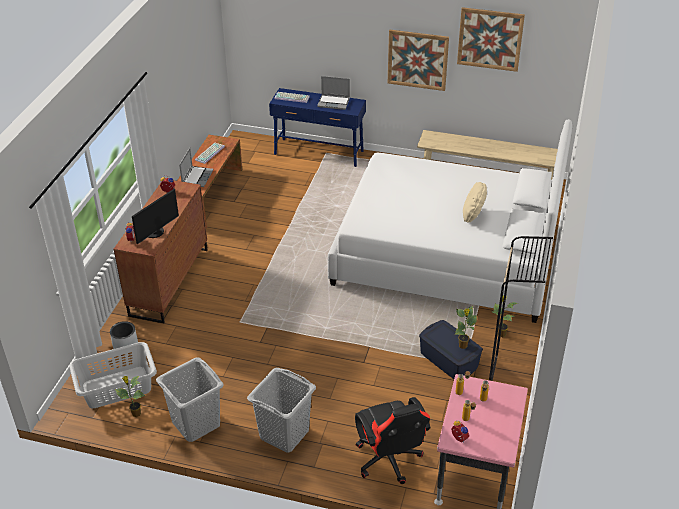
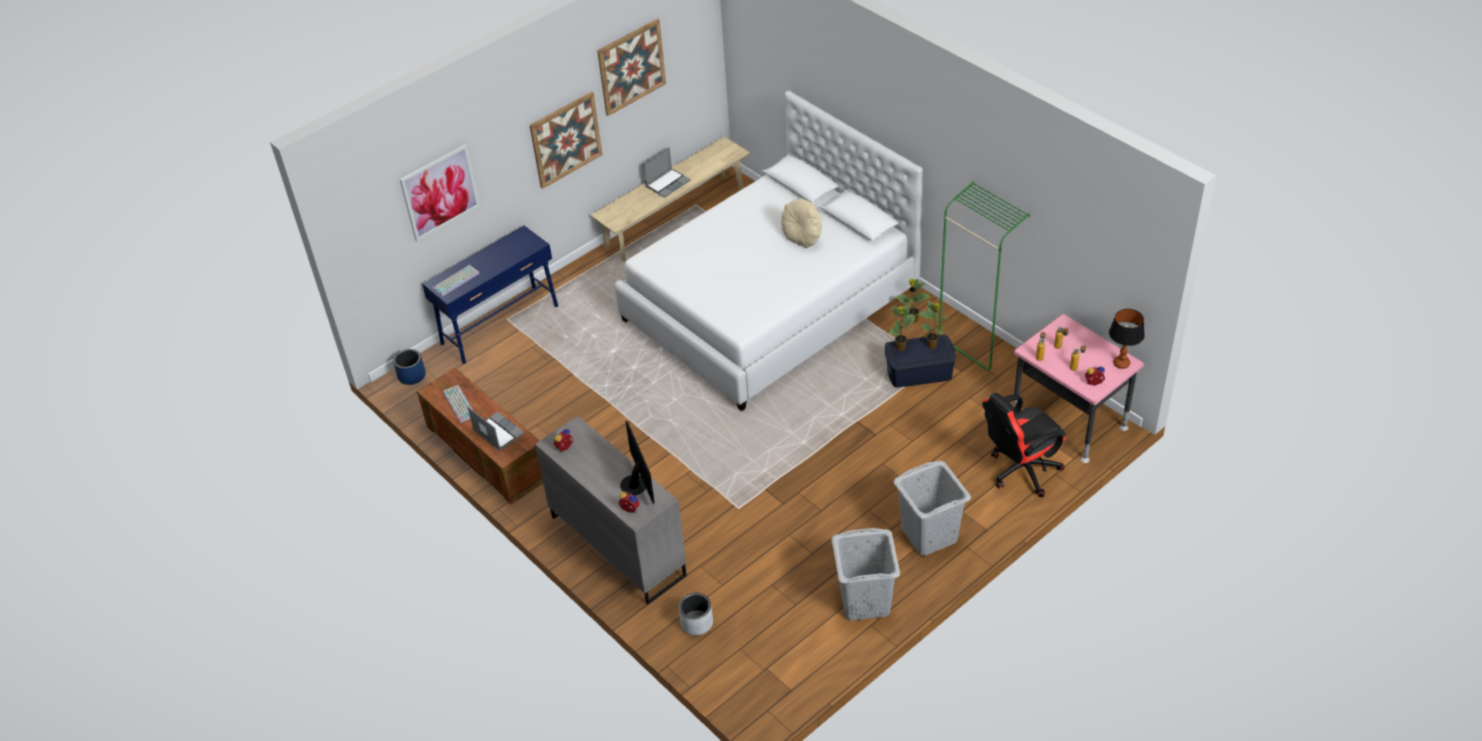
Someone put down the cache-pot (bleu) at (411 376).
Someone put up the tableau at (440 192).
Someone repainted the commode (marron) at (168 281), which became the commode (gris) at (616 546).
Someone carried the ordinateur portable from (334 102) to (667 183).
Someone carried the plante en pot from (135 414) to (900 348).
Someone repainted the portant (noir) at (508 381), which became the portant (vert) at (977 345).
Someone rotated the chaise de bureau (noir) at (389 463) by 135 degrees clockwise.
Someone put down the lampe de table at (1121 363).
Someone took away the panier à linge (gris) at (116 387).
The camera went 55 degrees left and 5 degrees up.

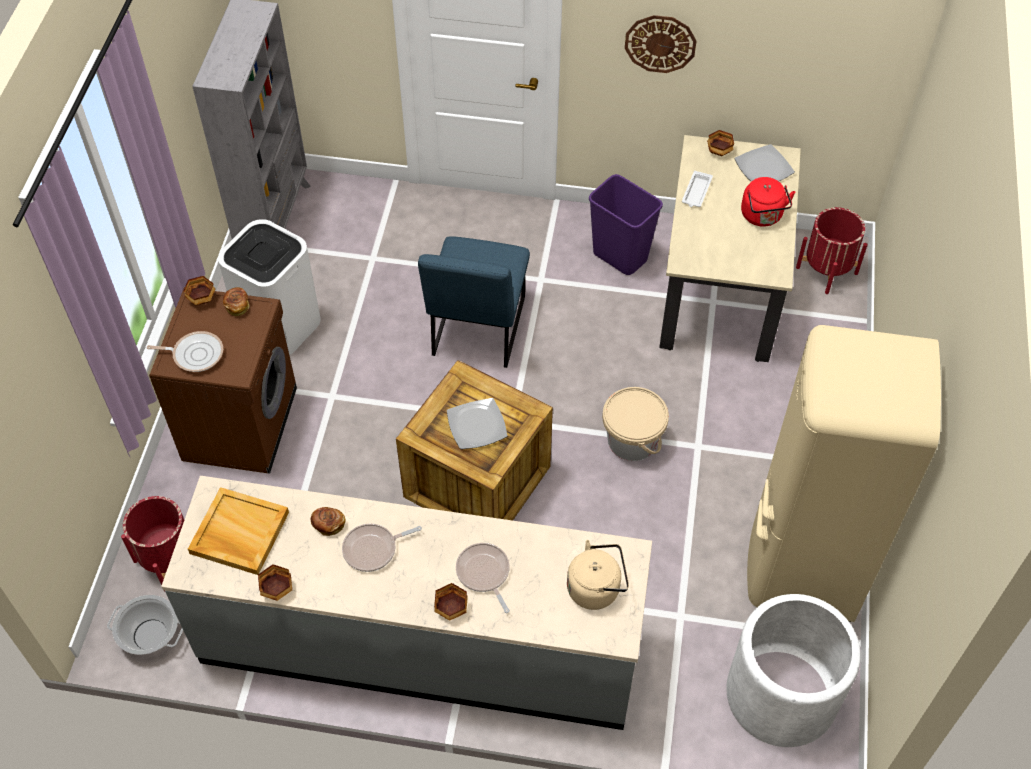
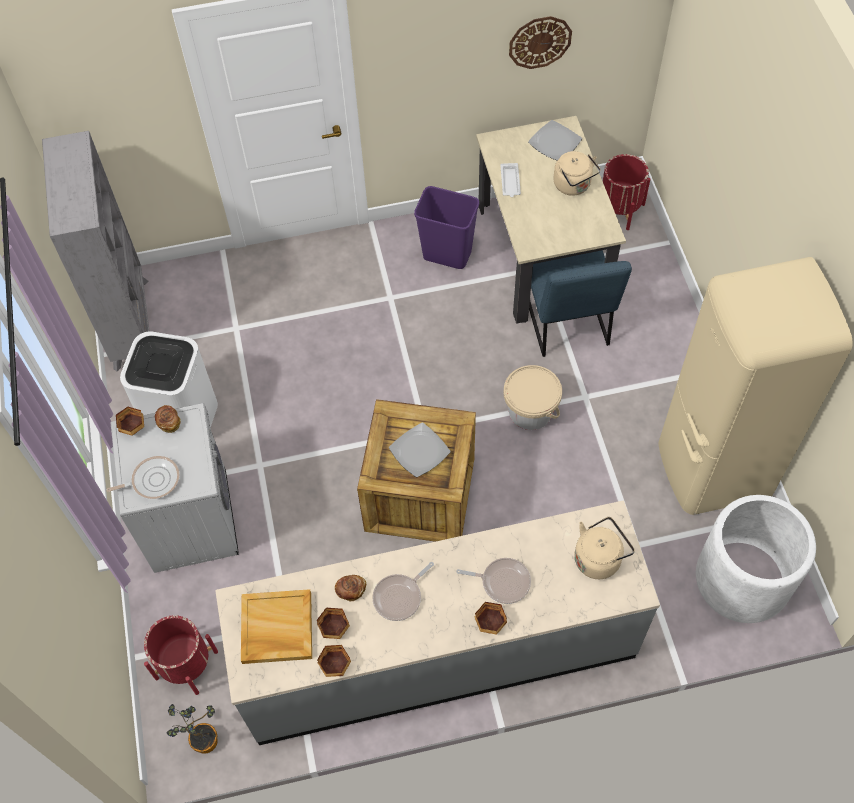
Someone repainted the lave-linge (marron) at (243 424), which became the lave-linge (blanc) at (193 519).
Someone swapped the marmite at (150 635) for the plante en pot at (203 738).
Someone carried the bol from (718 151) to (333 627).
Someone rotated the poêle at (484 573) by 150 degrees clockwise.
Someone carried the horloge murale from (660 43) to (540 42).
Someone carried the chaise (bleu) from (477 328) to (566 320).
Someone repainted the bouilloire (rouge) at (762 216), which became the bouilloire (beige) at (574 186).
The camera went 20 degrees left and 5 degrees up.

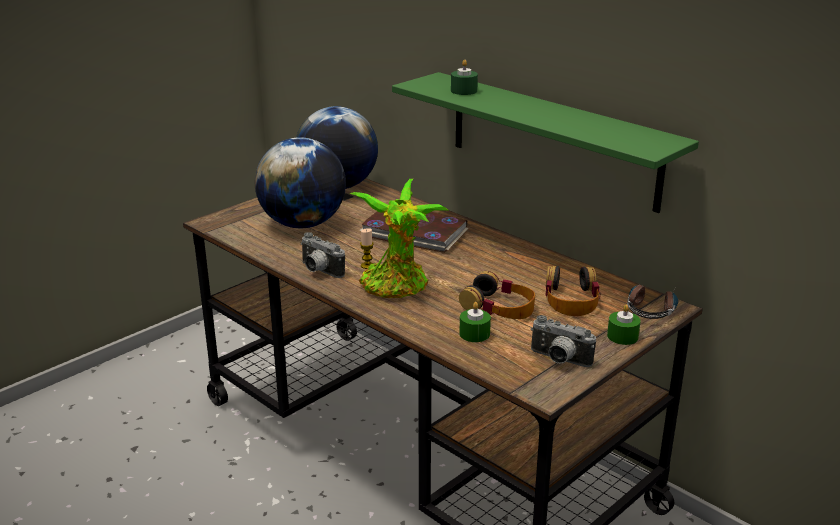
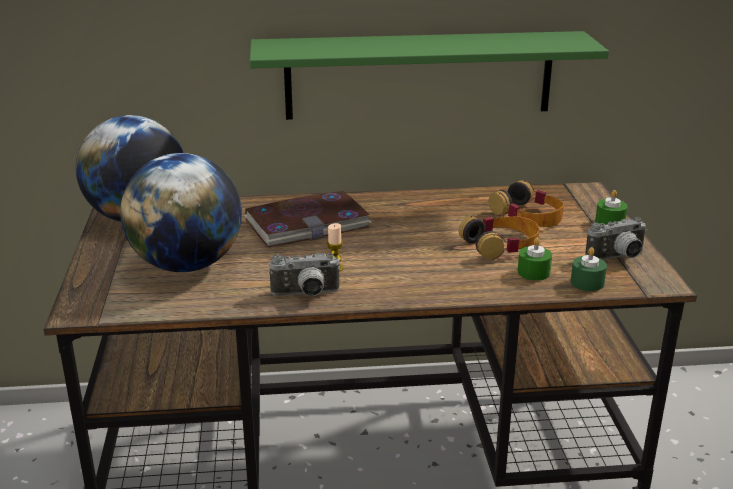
Someone carried the bougie (vert) from (464 91) to (587 282).
Someone took away the plante en pot at (397 287).
Someone took away the casque audio at (651 308).
The camera went 50 degrees left and 0 degrees up.

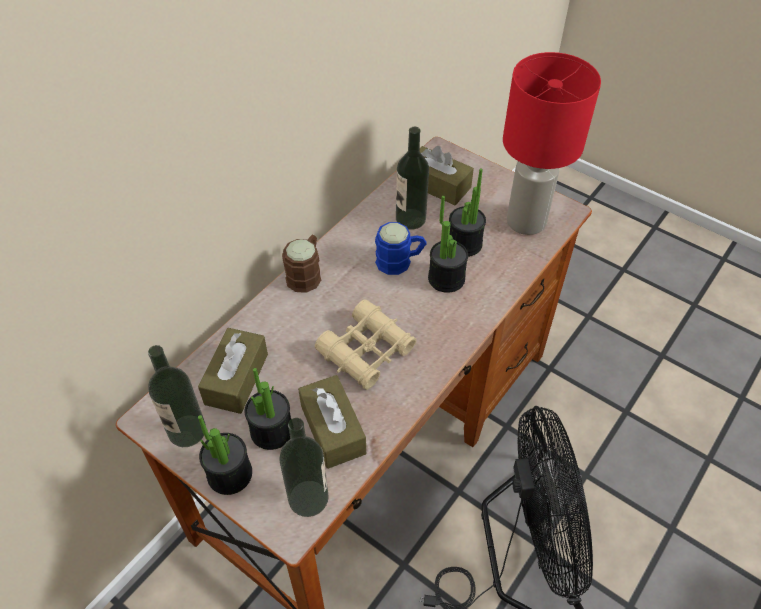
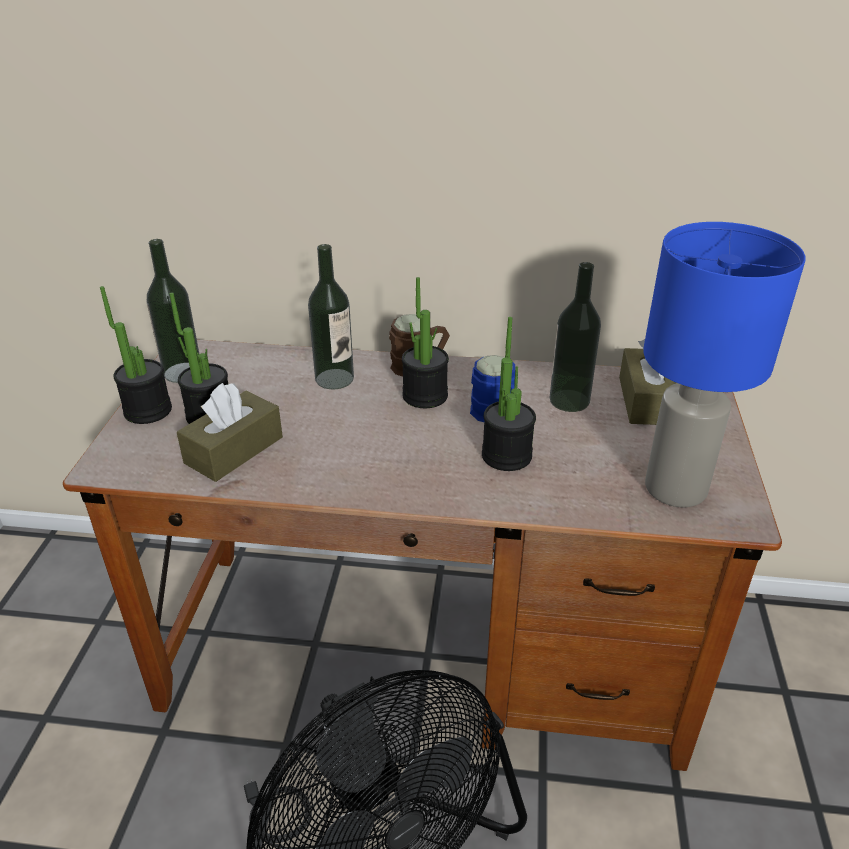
Someone carried the bouteille from (308 498) to (334 379).
Someone carried the plante en pot from (464 244) to (425 396).
Someone repainted the lampe de table (rouge) at (527 221), which became the lampe de table (bleu) at (677 489).
Someone took away the boîte à mouchoirs (marron) at (236 379).
Someone took away the jumelles (beige) at (366 351).
The camera went 60 degrees right and 15 degrees down.

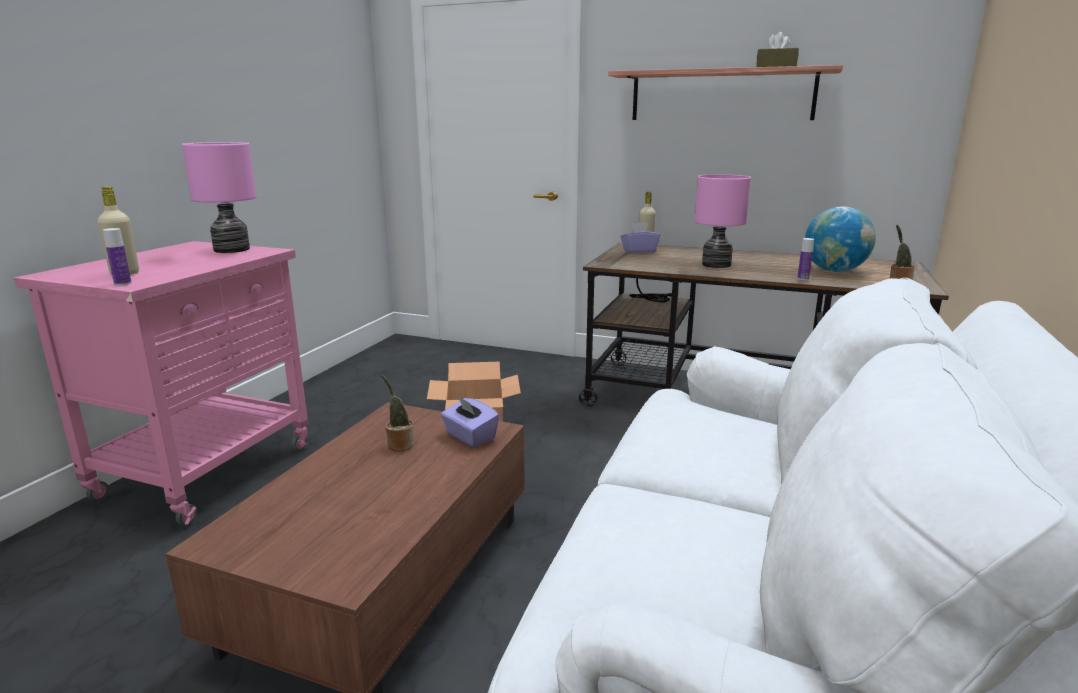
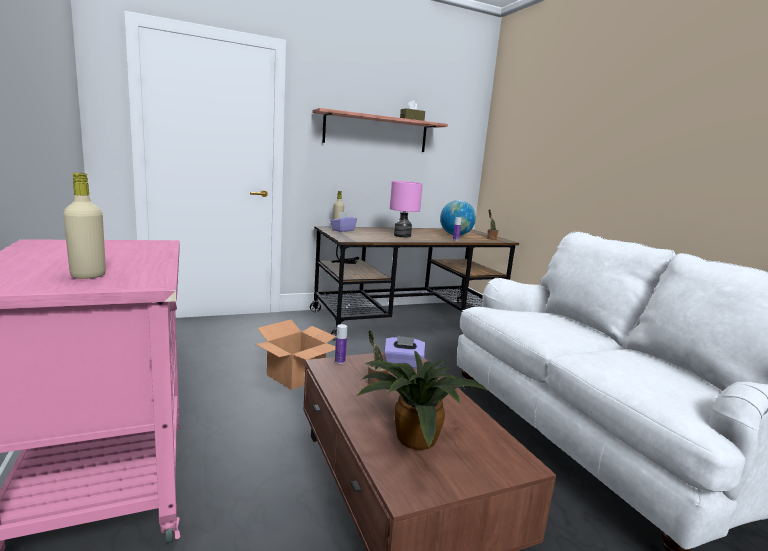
Someone carried the bouteille from (122 283) to (340 361).
Someone put down the plante en pot at (413 436).
Someone took away the lampe de table (rose) at (232 250).
The camera went 45 degrees left and 5 degrees down.

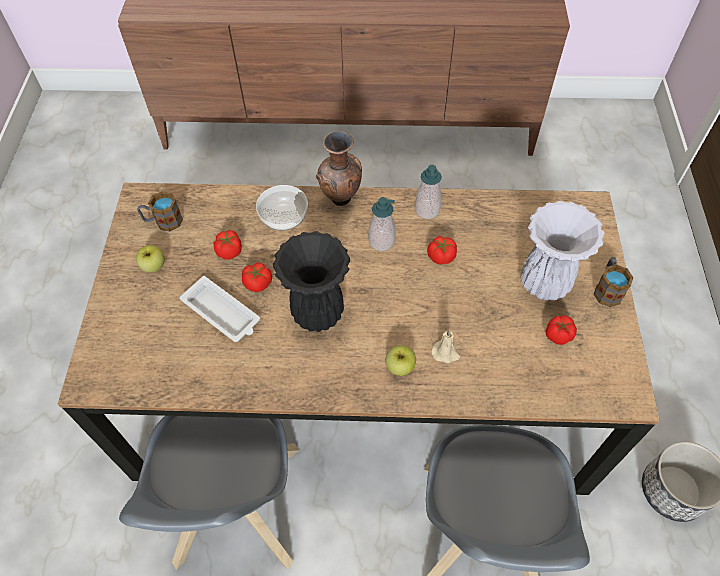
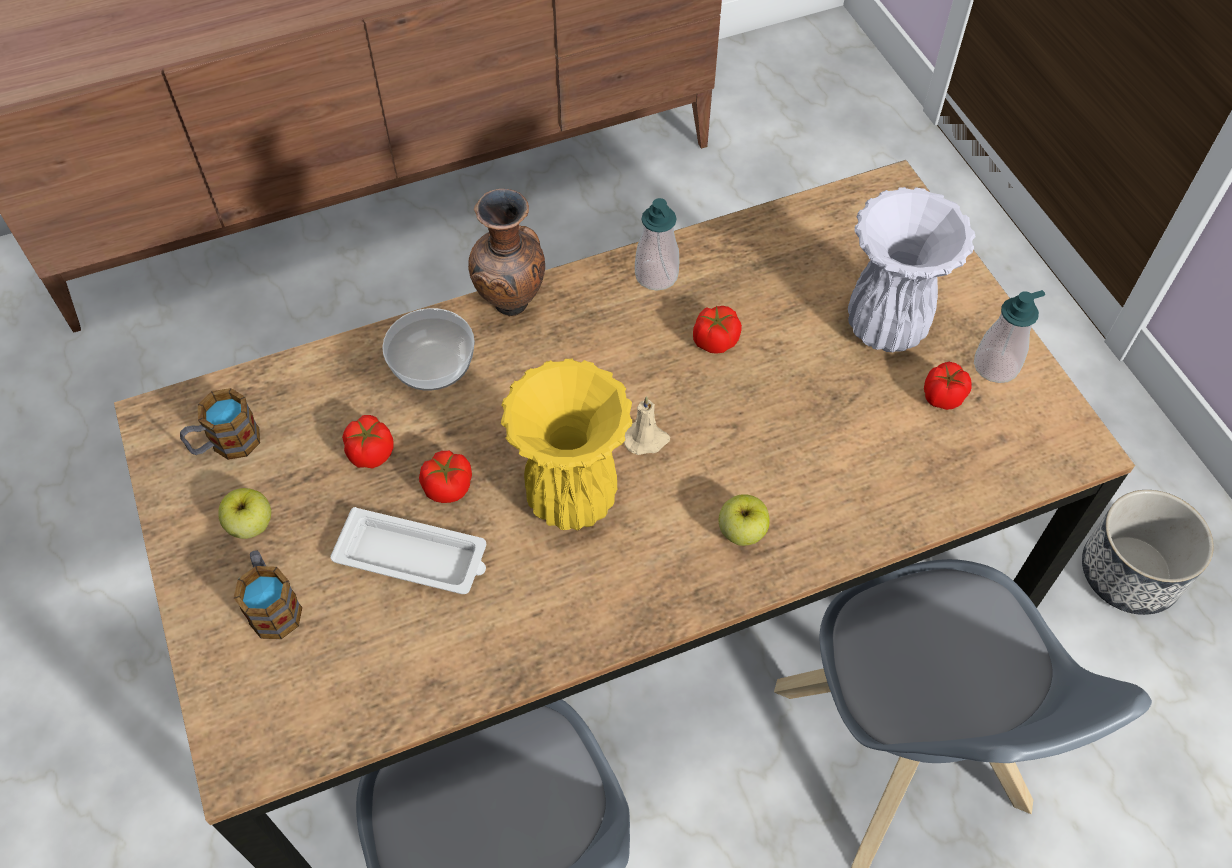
Someone carried the mug from (607 289) to (273 605).
Someone repainted the vase (noir) at (318 312), which became the vase (jaune) at (571 497).
Someone carried the bougie (beige) from (446 353) to (646 439).
Someone carried the distributeur de savon from (381 241) to (995 366).
The camera went 25 degrees left and 0 degrees up.

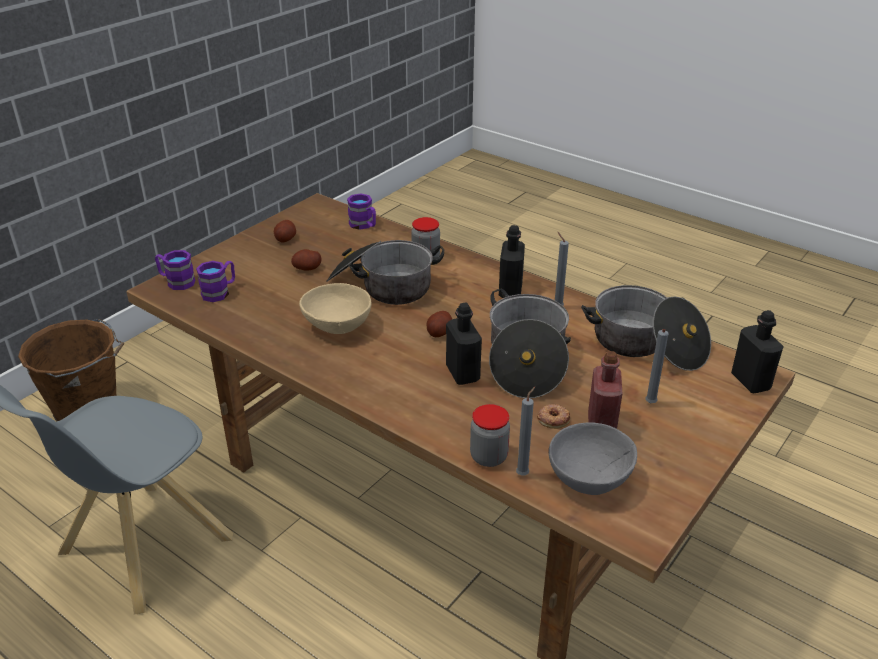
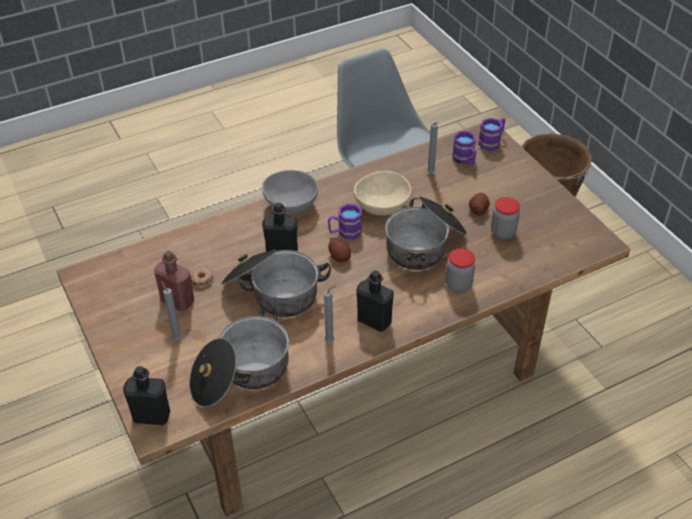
Someone carried the bol (gris) from (590 478) to (291 206).
Someone carried the mug (violet) from (364 225) to (345 232).
Someone carried the bougie (gris) from (523 473) to (431 173).
Someone carried the bocal from (488 457) to (503 232).
Someone took away the pomme de terre at (285 239).
The camera went 115 degrees right and 10 degrees up.

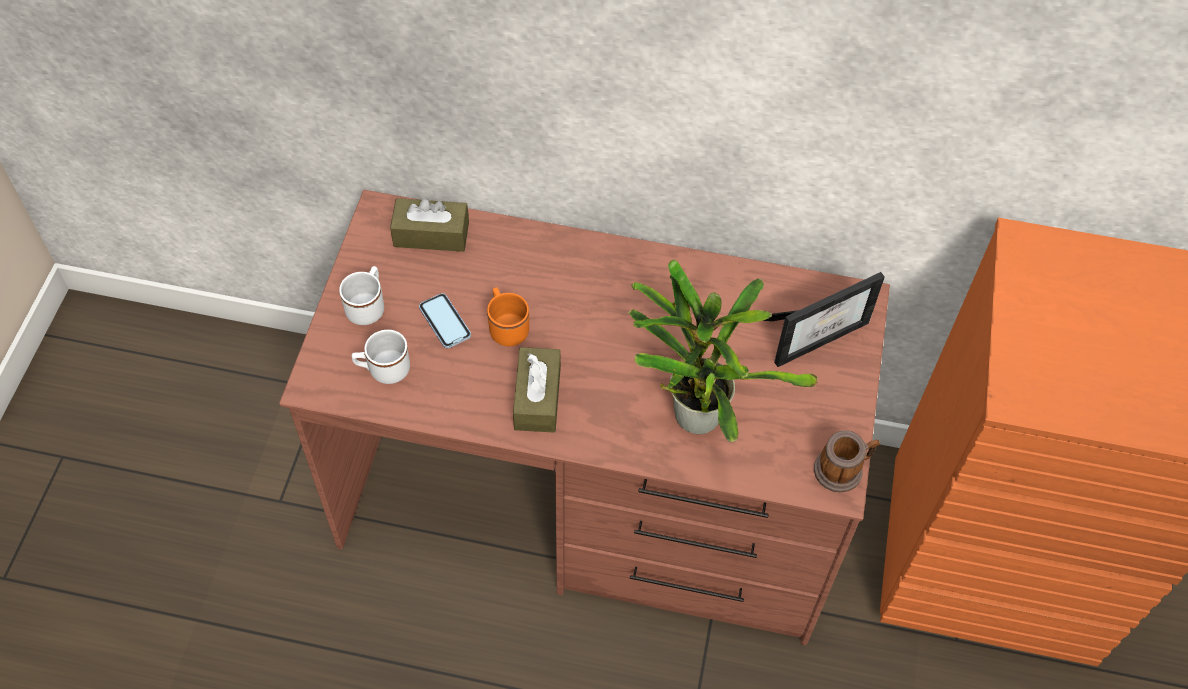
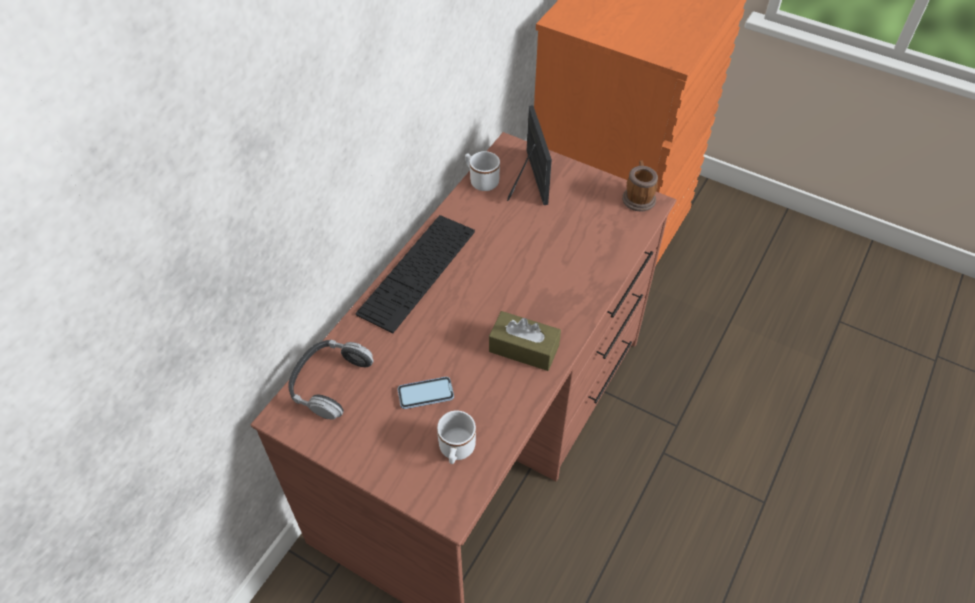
Someone swapped the boîte à mouchoirs (marron) at (431 234) for the casque audio at (329 382).
Someone put down the clavier at (417 271).
Someone carried the mug (blanc) from (368 306) to (481 180).
Someone took away the mug (orange) at (506 327).
Someone took away the plante en pot at (695 410).
The camera went 70 degrees left and 5 degrees down.

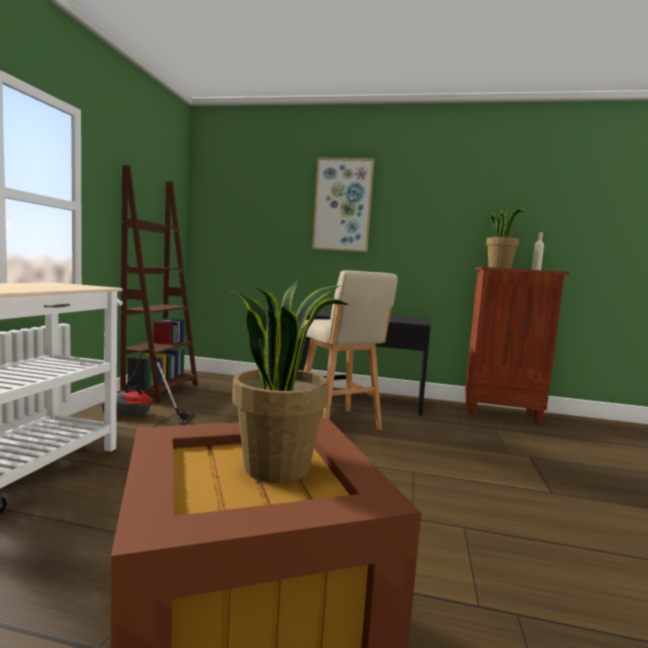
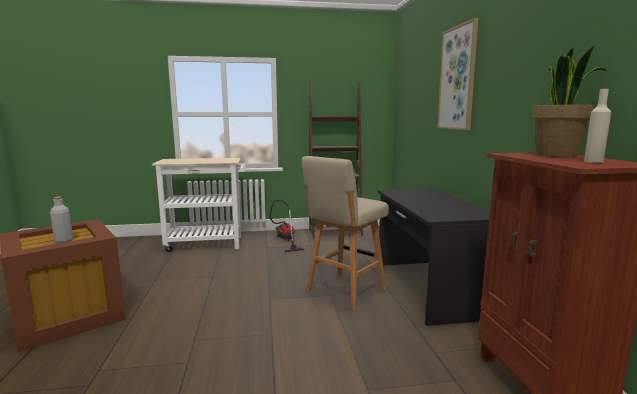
Someone swapped the plante en pot at (277 466) for the bouteille (gris) at (63 241).
The camera went 70 degrees right and 5 degrees up.

